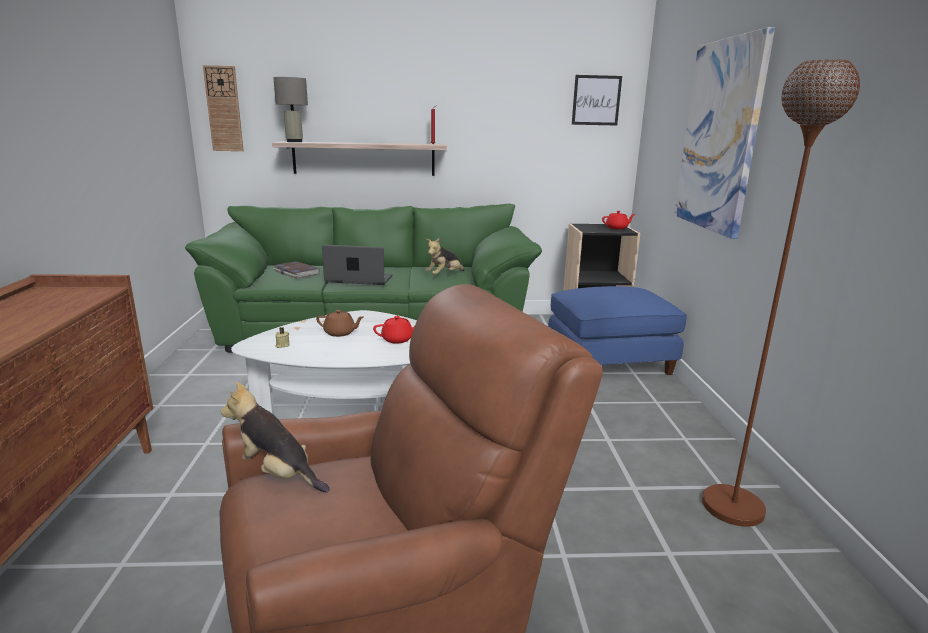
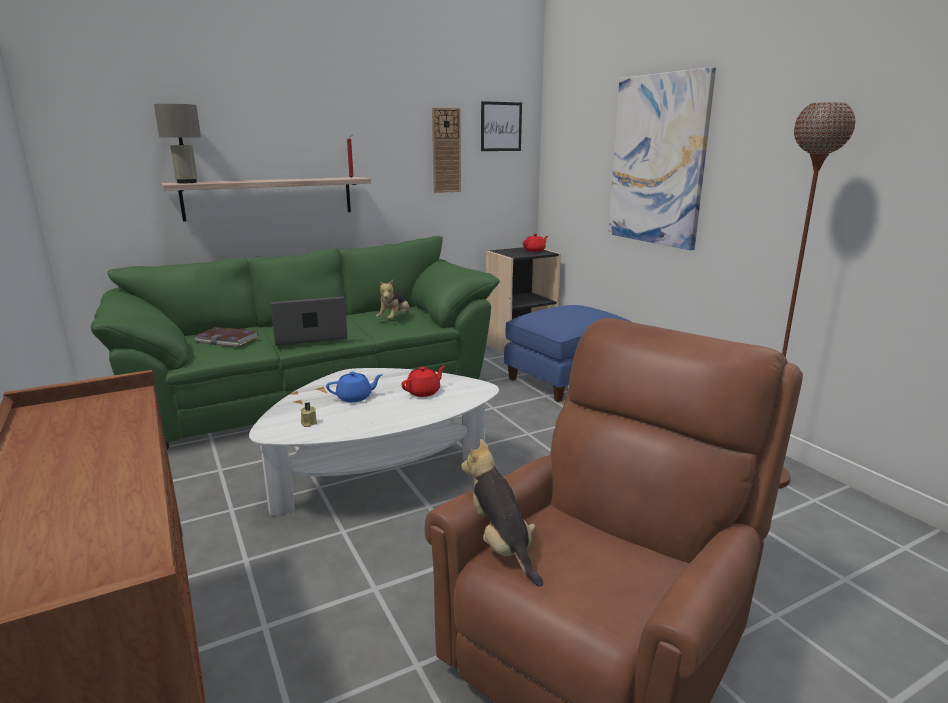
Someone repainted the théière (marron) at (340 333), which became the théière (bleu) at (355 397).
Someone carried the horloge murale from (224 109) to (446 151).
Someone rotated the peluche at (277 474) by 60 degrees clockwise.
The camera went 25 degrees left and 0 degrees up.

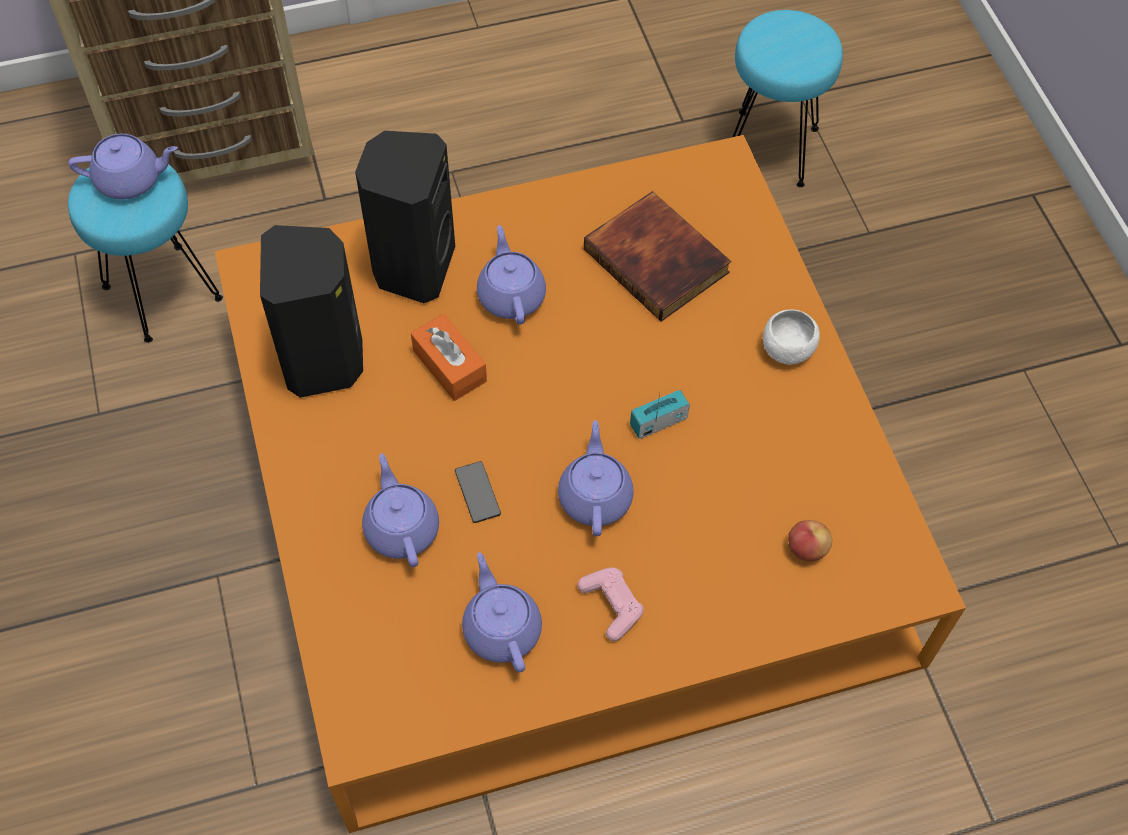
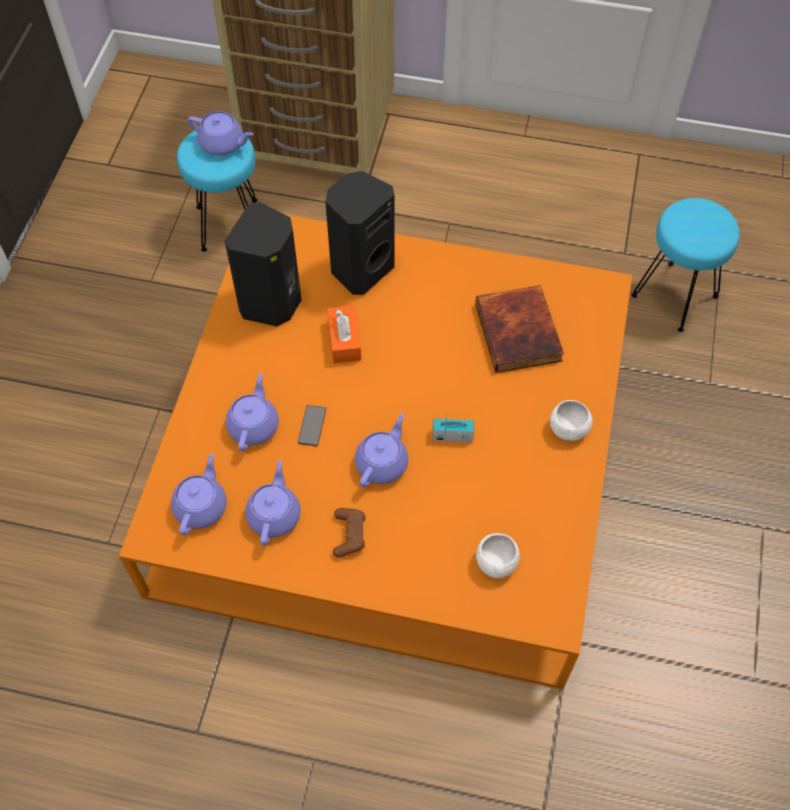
Someone carried the théière (violet) from (511 295) to (201 506).
Someone repainted the manette (rose) at (611 605), which became the manette (marron) at (349 535).
Someone swapped the pomme at (806 549) for the bol (blanc) at (496 562).
The camera went 30 degrees right and 0 degrees up.

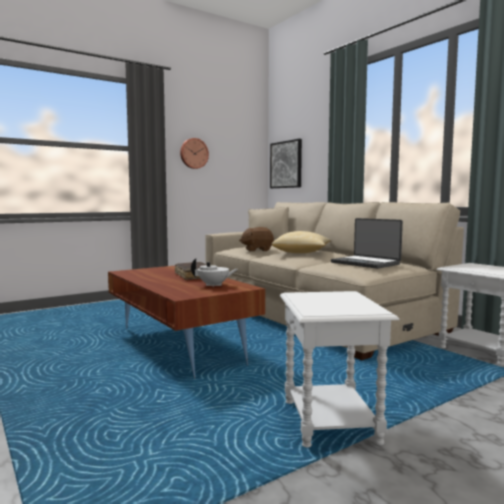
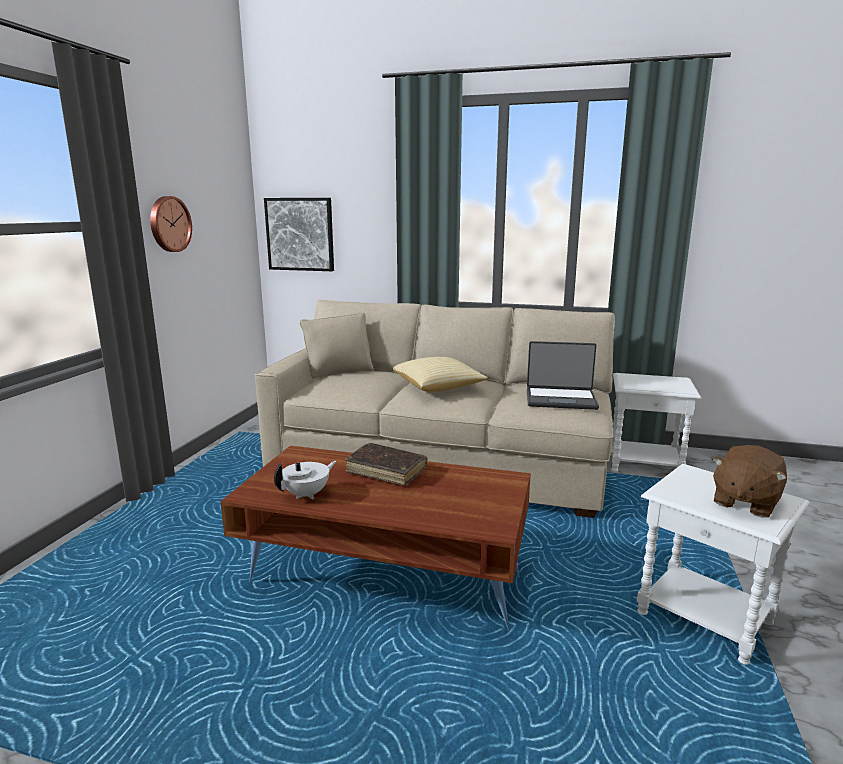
Someone carried the théière (blanc) from (214 285) to (307 494).
Someone carried the peluche (marron) from (257 250) to (744 502).
The camera went 40 degrees left and 10 degrees up.

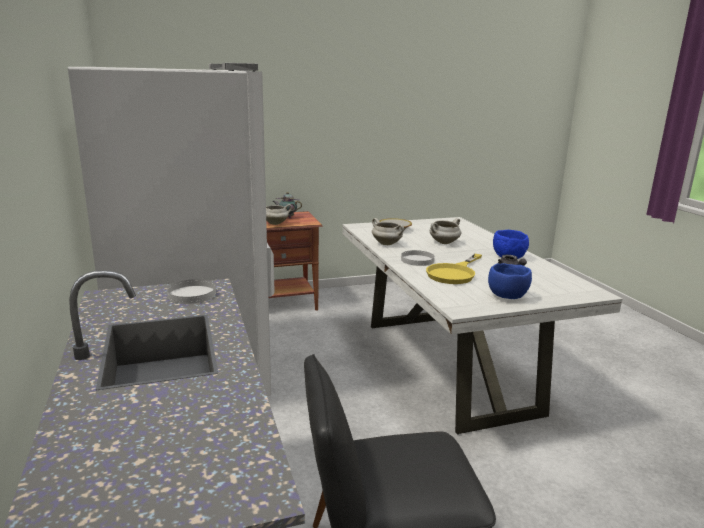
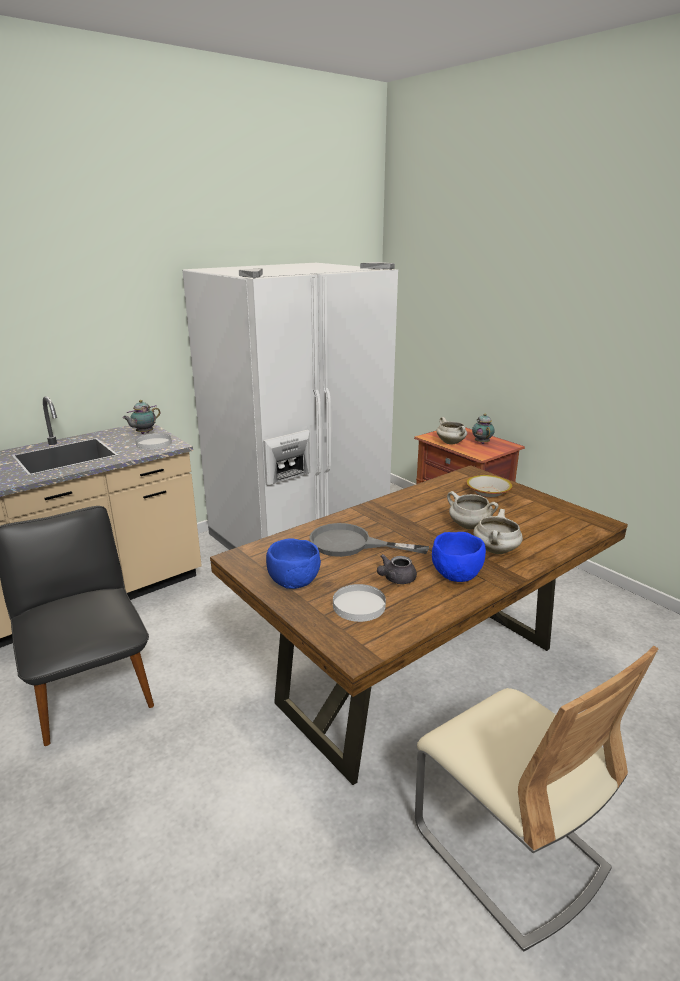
Someone put down the théière at (143 433).
Someone repainted the table à manger (blanc) at (448 366), which became the table à manger (marron) at (419 677).
Someone repainted the poêle (jaune) at (454 273), which became the poêle (gris) at (351 544).
Someone carried the assiette (blanc) from (417 260) to (358 605).
Someone put down the chaise (beige) at (508 848).
Someone carried the marmite (blanc) from (387 244) to (496 551).
The camera went 70 degrees right and 5 degrees up.

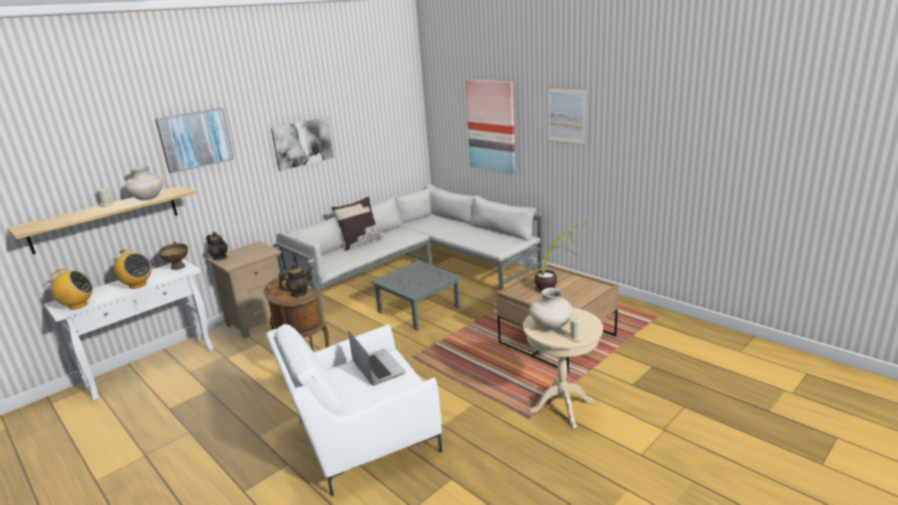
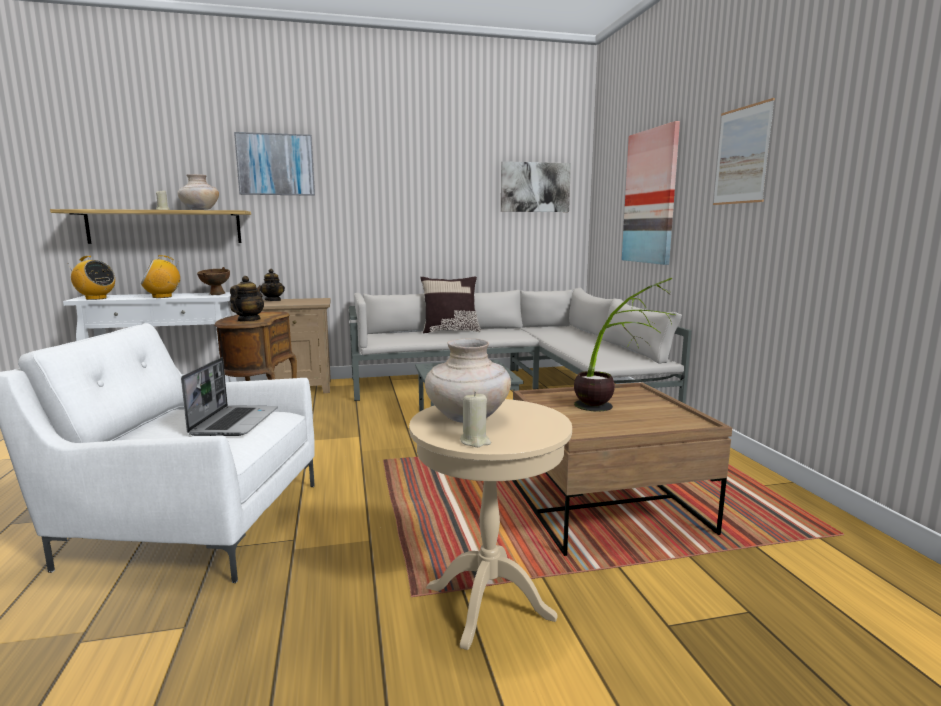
Someone rotated the radio at (137 285) by 90 degrees clockwise.
Someone rotated the théière at (299 293) by 75 degrees counterclockwise.
Someone carried the tableau from (302 143) to (535 187).
The camera went 30 degrees right and 10 degrees down.

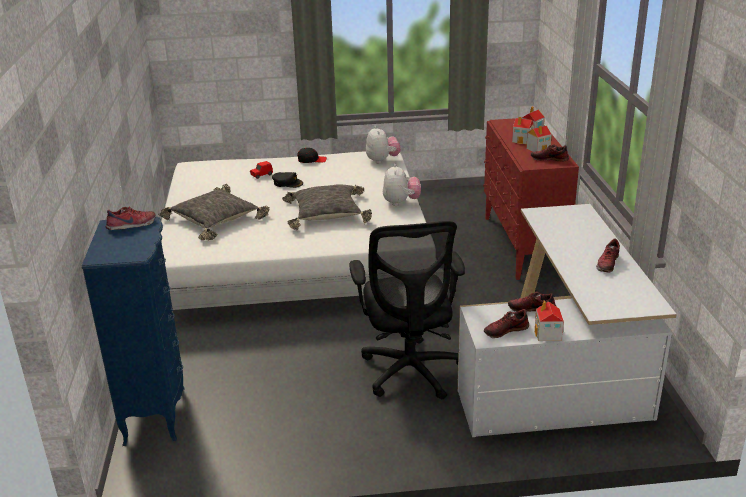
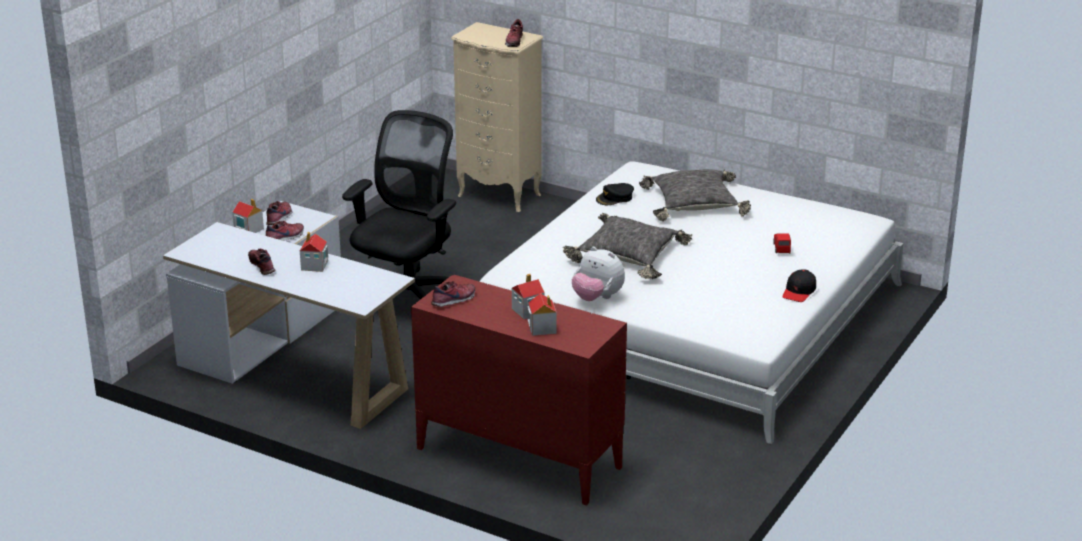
Someone carried the maison miniature from (538 149) to (314 266).
Someone rotated the chaise de bureau (noir) at (408 367) by 90 degrees clockwise.
Someone repainted the commode (bleu) at (158 415), which became the commode (beige) at (497 196).
Someone carried the casquette (noir) from (287 183) to (615 198).
Someone took away the peluche at (382 160).
The camera went 125 degrees right and 0 degrees up.

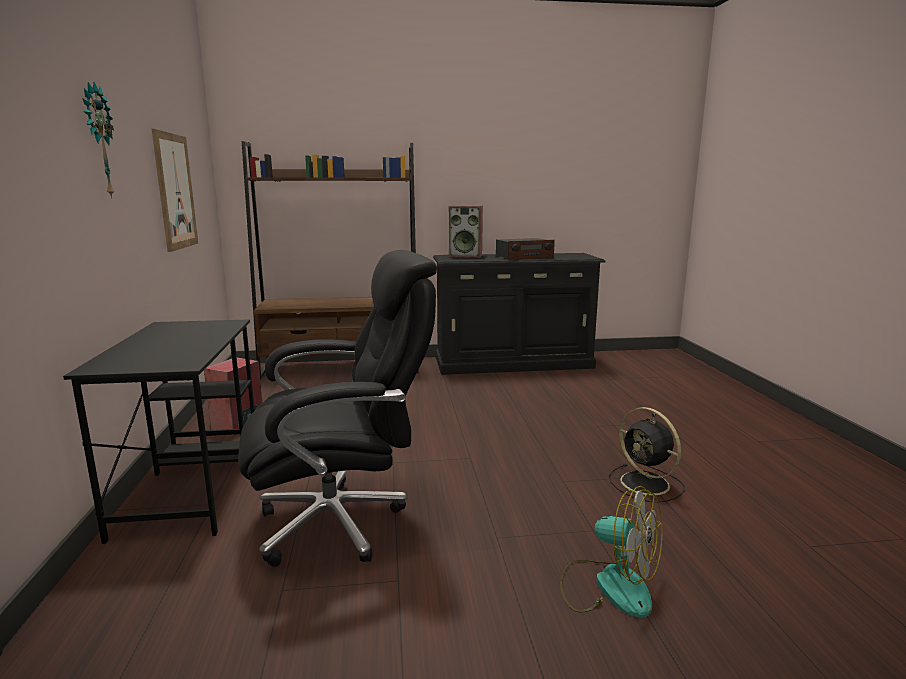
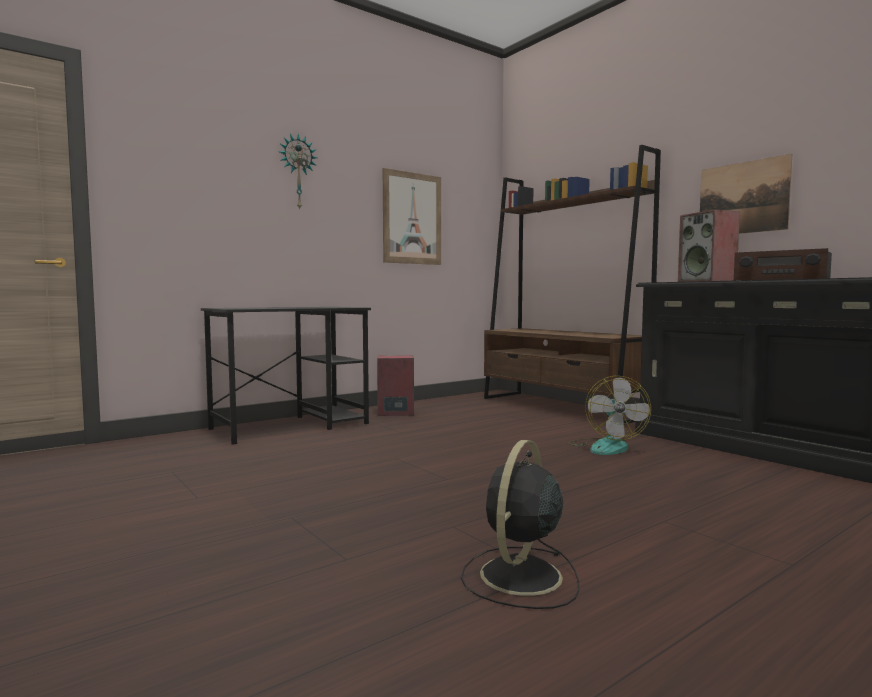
Someone carried the ventilateur from (609 586) to (606 446).
Someone put up the tableau at (742 198).
Someone took away the chaise de bureau (noir) at (341 522).
The camera went 60 degrees right and 10 degrees down.

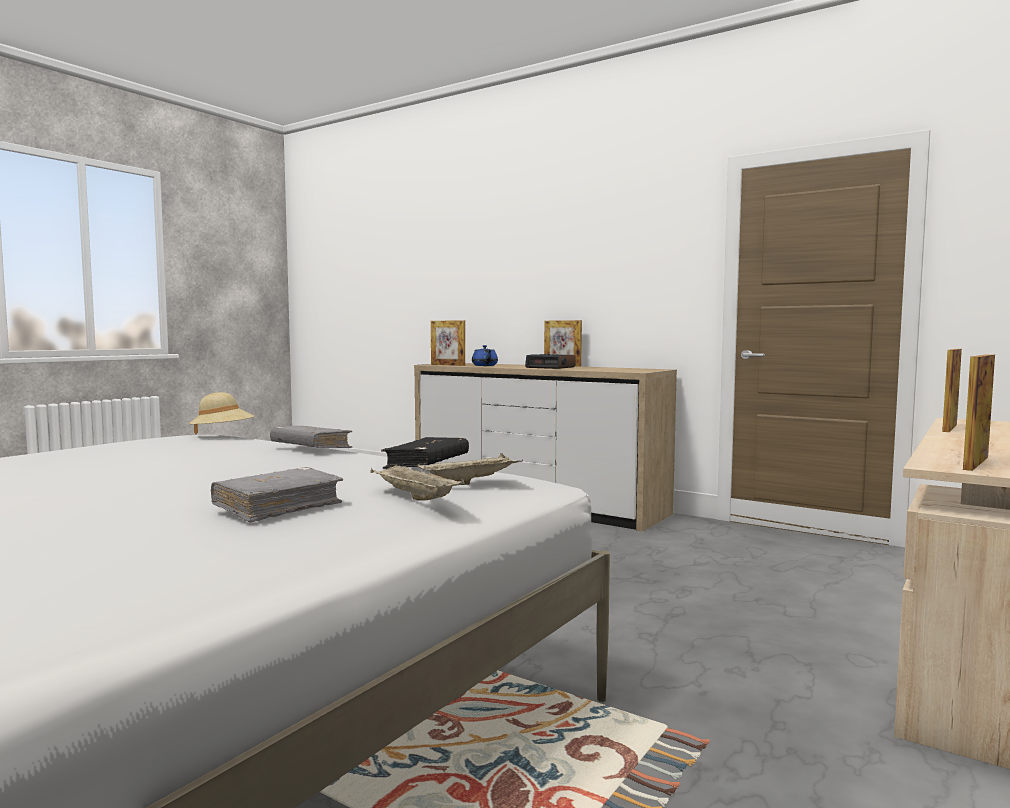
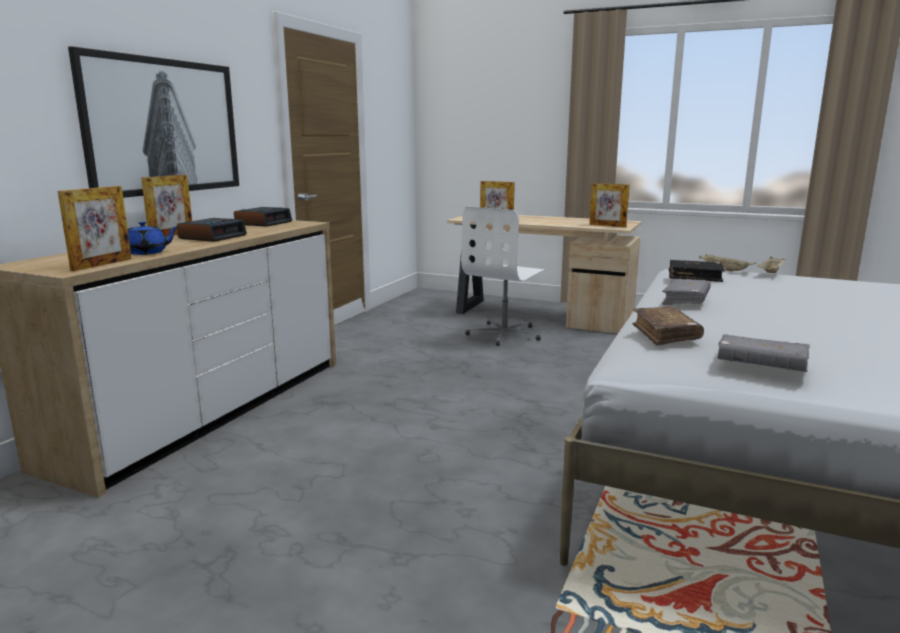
Someone put up the tableau at (164 126).
Someone put down the réveil at (263 223).
Someone put down the chaise de bureau (blanc) at (505 334).
Someone swapped the chapeau (beige) at (223 435) for the livre (marron) at (665 334).
Someone carried the livre (gris) from (278 507) to (761 365).
The camera went 100 degrees left and 10 degrees up.

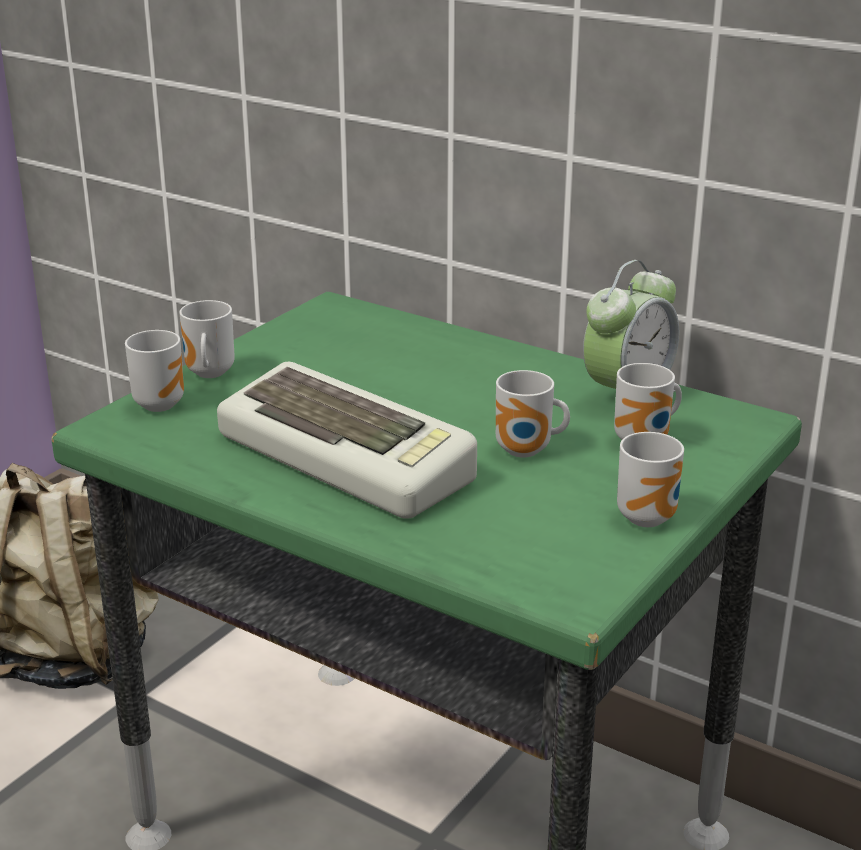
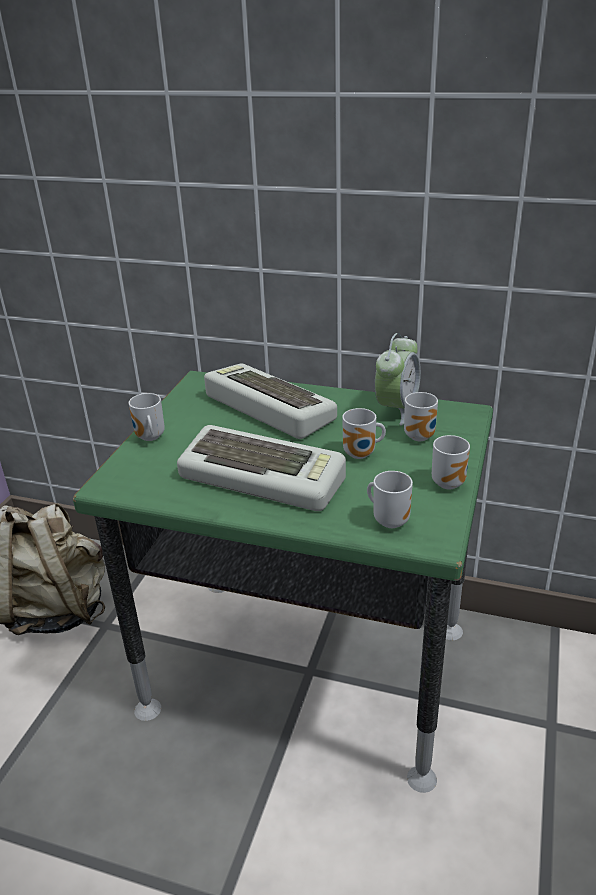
Someone put down the clavier at (266 409).
Someone carried the mug from (159 403) to (389 520).
The camera went 15 degrees left and 5 degrees up.

